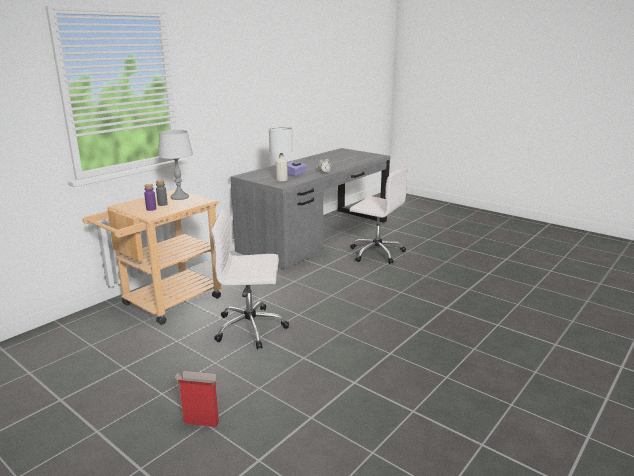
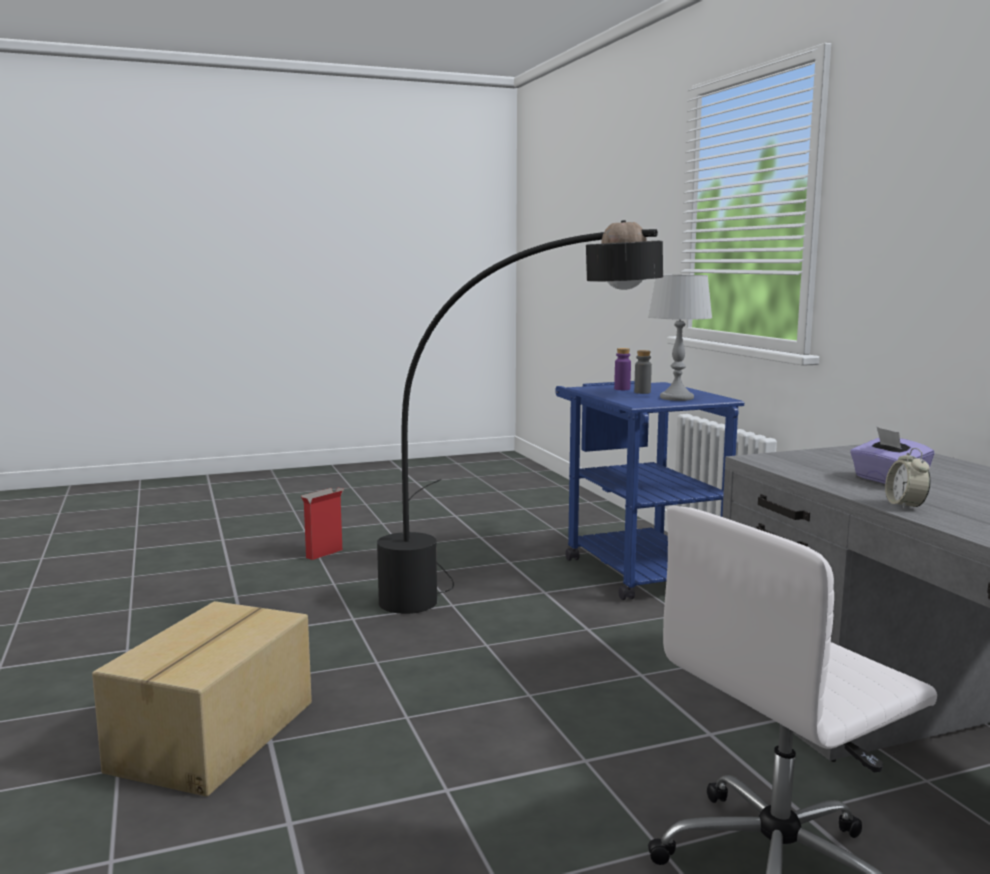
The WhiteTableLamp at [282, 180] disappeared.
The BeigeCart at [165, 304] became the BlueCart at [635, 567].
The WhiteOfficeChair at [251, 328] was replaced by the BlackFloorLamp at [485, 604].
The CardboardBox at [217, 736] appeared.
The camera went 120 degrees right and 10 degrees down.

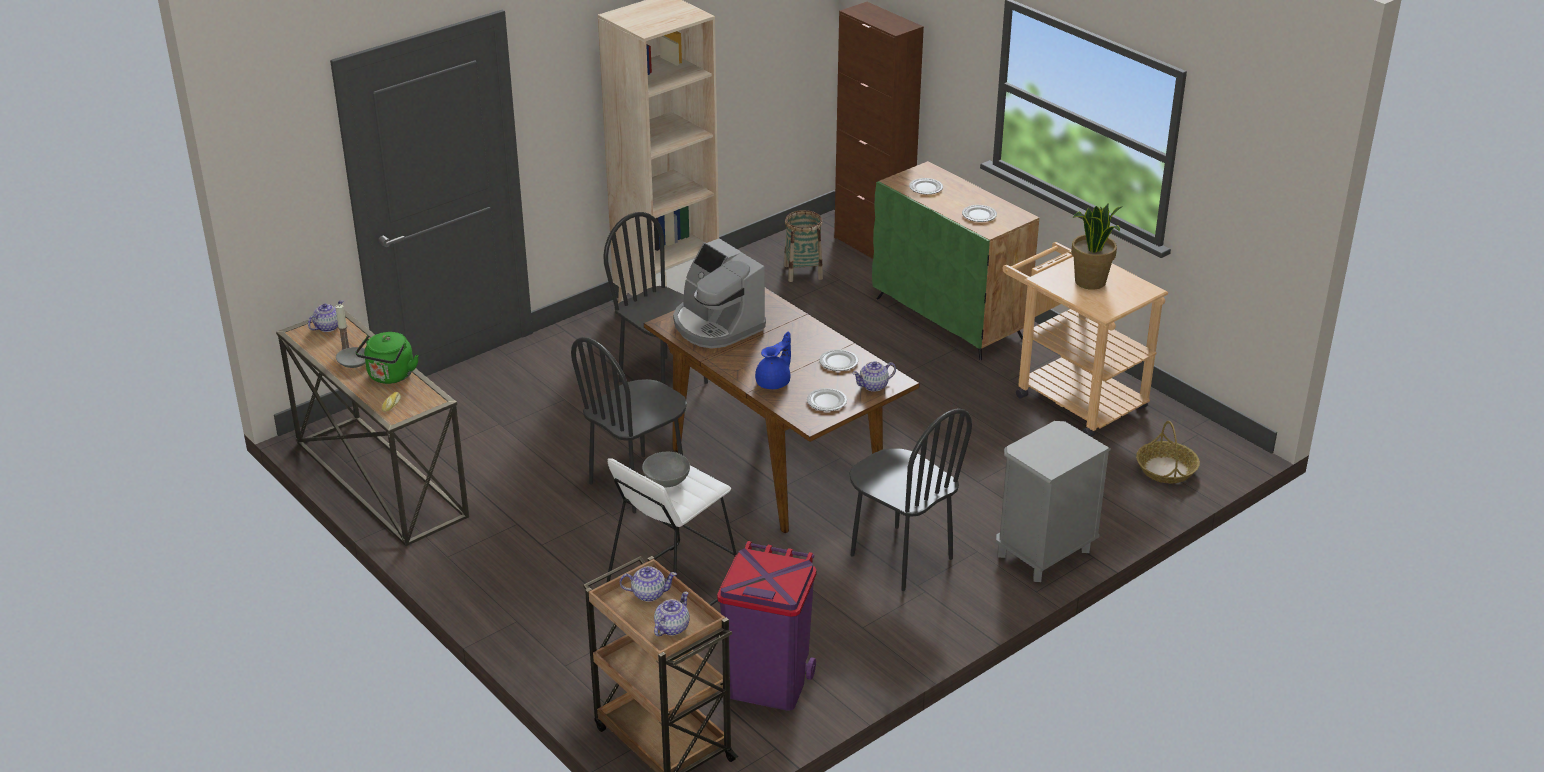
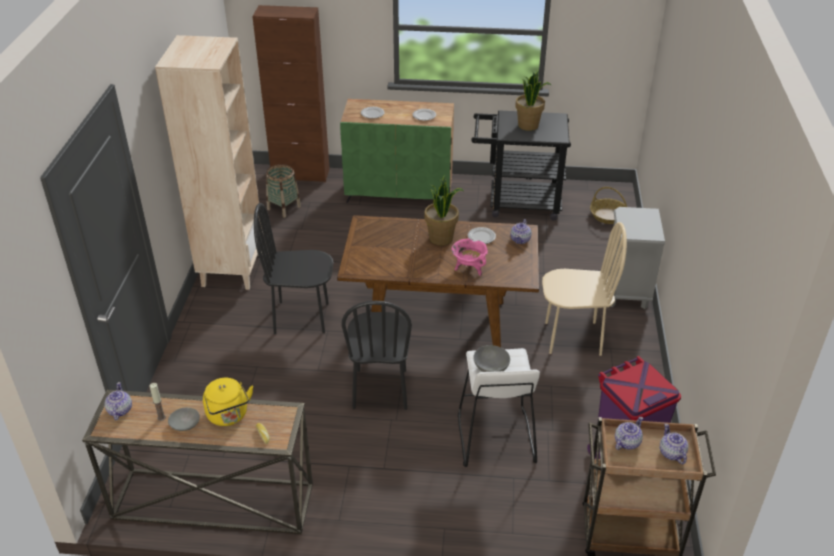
The CoffeeMachine at [716, 325] disappeared.
The BeigeCart at [1072, 397] became the BlackCart at [516, 203].
The GreenKettle at [390, 376] became the YellowKettle at [229, 416].
The BlueTeapot at [774, 382] was replaced by the PinkCookingPot at [469, 268].
The Plate at [827, 401] disappeared.
The BlackChair at [900, 557] became the BeigeChair at [573, 338].
The PottedPlant at [441, 238] appeared.
The camera went 45 degrees left and 5 degrees up.

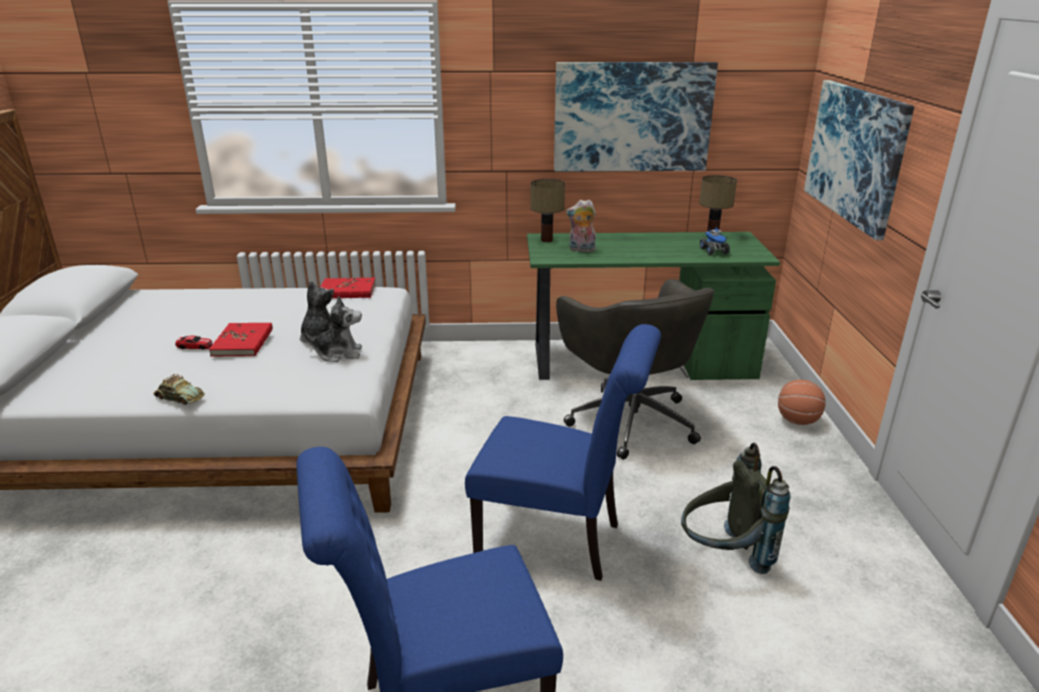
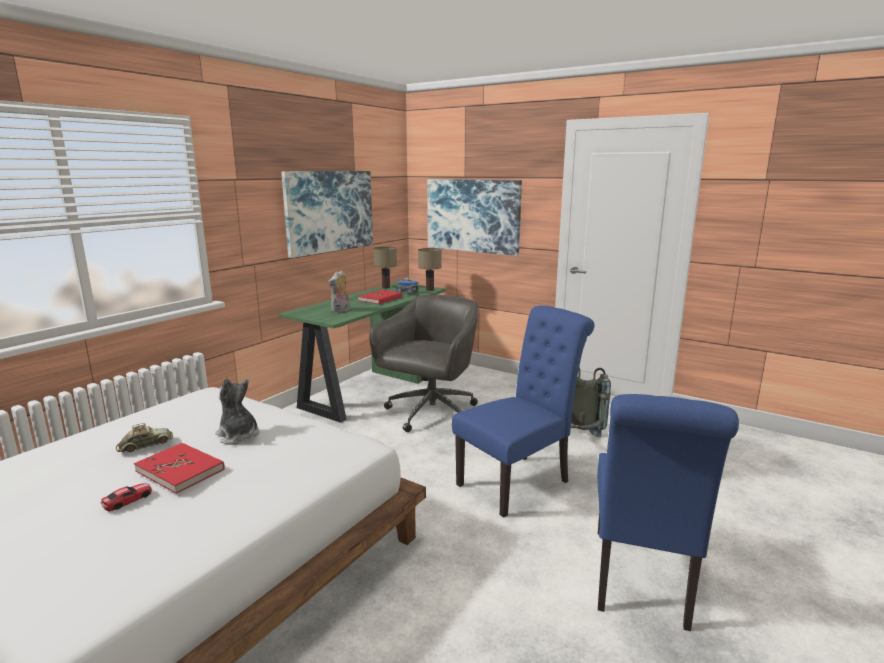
The TableLamp moved from [546, 240] to [429, 289].
The RedBook moved from [347, 291] to [380, 299].
The GreyOfficeChair at [630, 419] turned 75 degrees counterclockwise.
The PlushToy at [338, 353] disappeared.
The ToyCar moved from [179, 397] to [145, 445].
The Basketball at [798, 421] disappeared.
The camera went 55 degrees left and 10 degrees down.

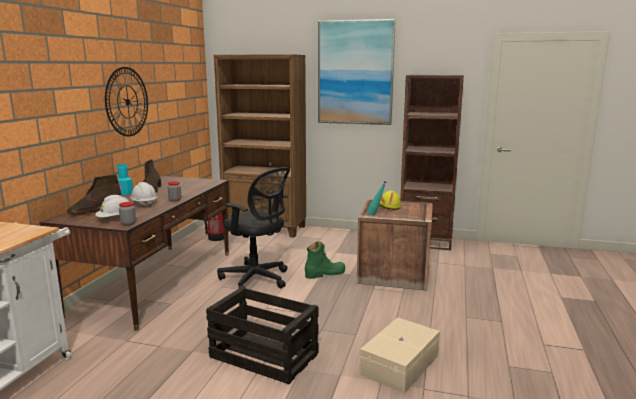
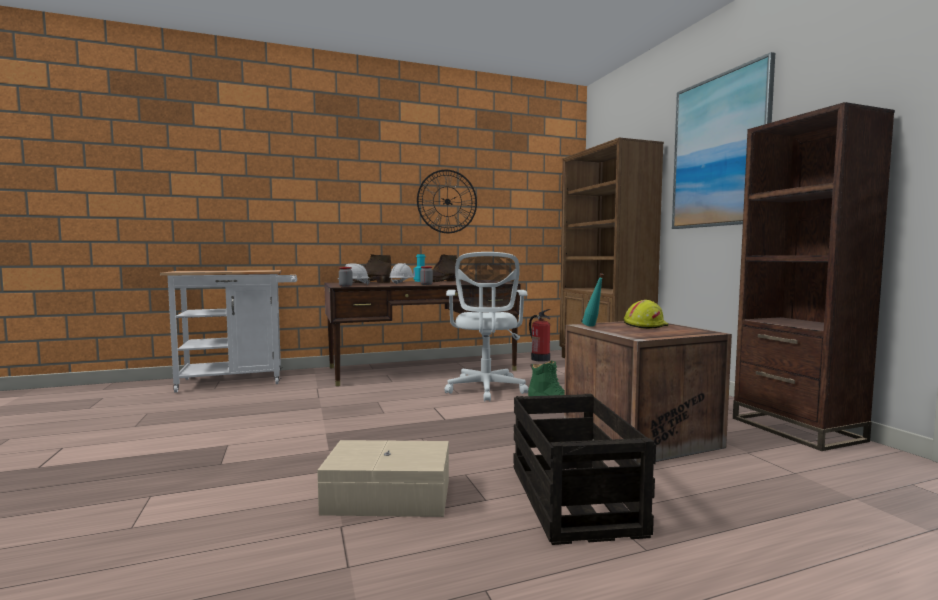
The BlackOfficeChair at [257, 279] became the WhiteOfficeChair at [486, 390].
The Crate moved from [263, 355] to [572, 498].
The camera went 55 degrees right and 10 degrees down.

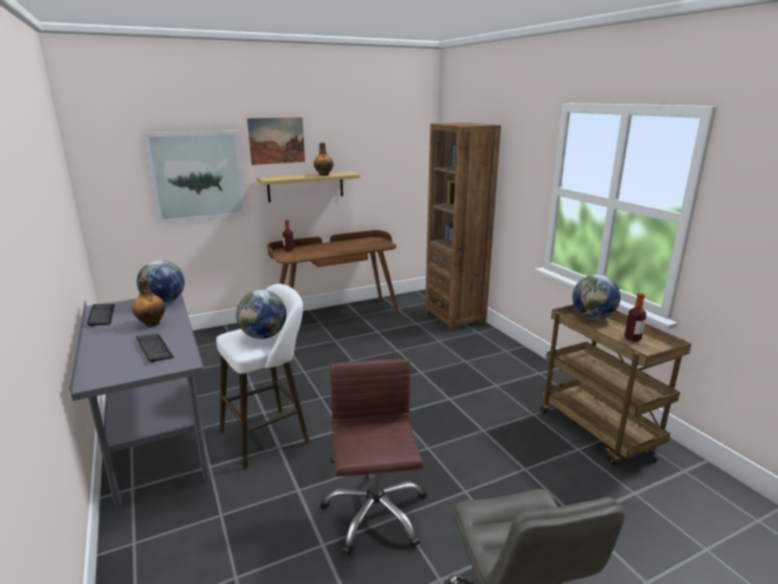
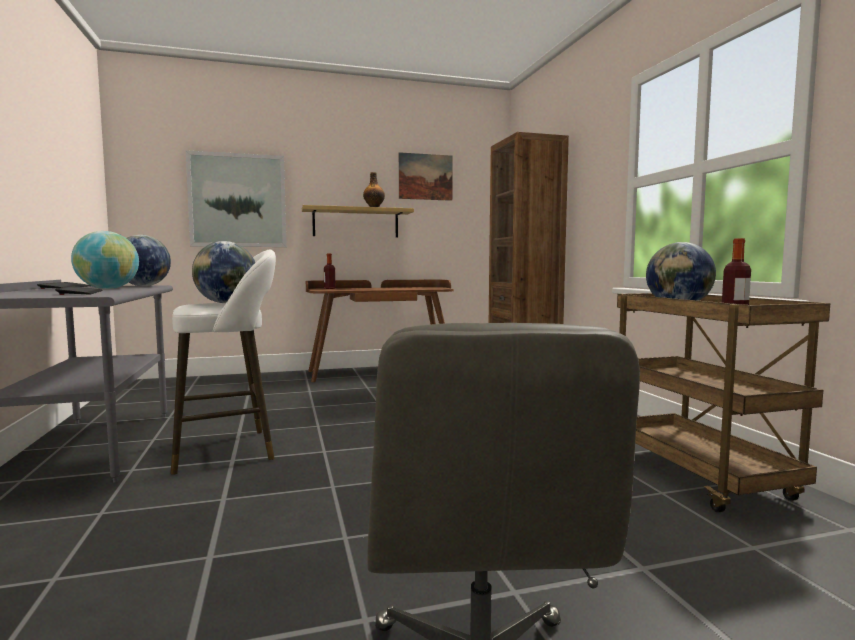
The Picture moved from [276, 140] to [425, 177].
The Bottle at [152, 323] was replaced by the Globe at [107, 289].
The BrownOfficeChair at [375, 513] disappeared.
The camera went 10 degrees right and 15 degrees down.

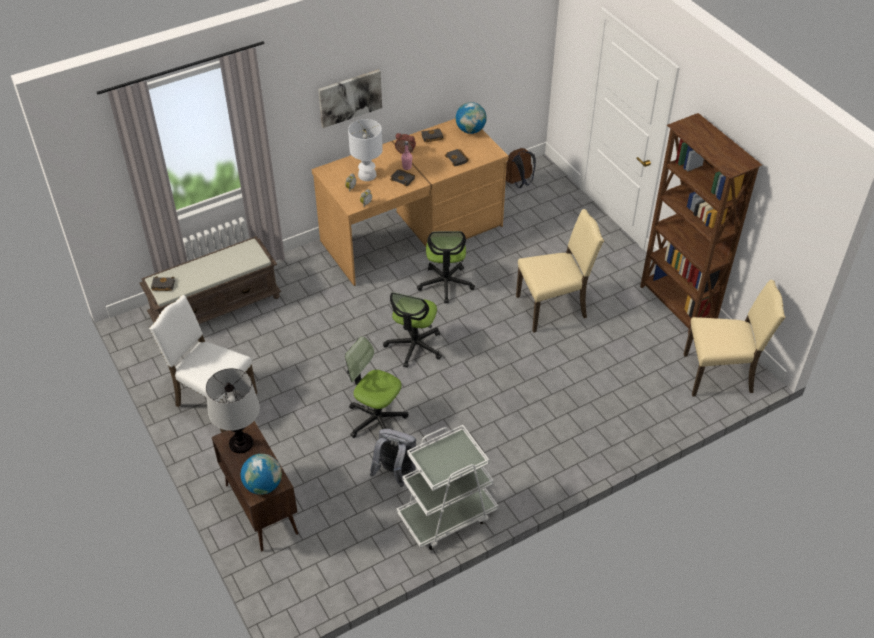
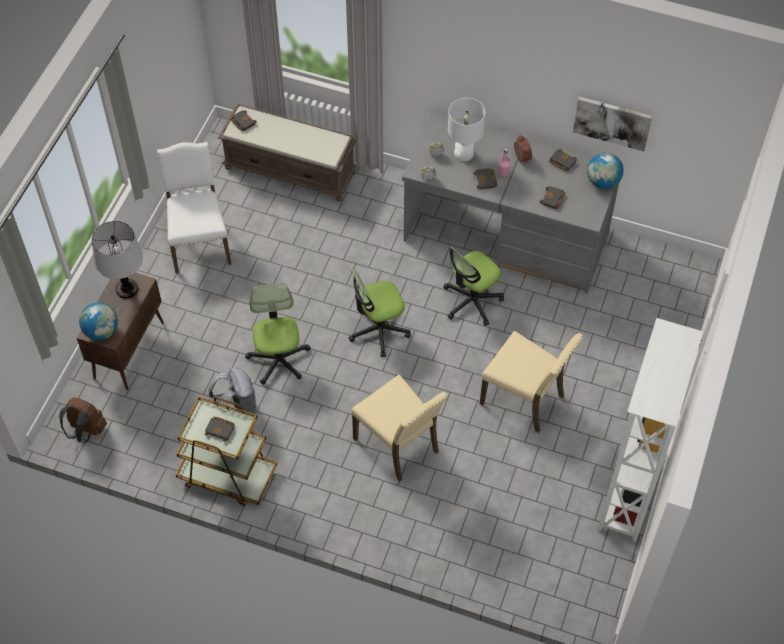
The Picture moved from [350, 97] to [612, 122].
The BrownBookcase at [677, 306] became the WhiteBookcase at [627, 495].
The BrownDesk at [412, 234] became the GreyDesk at [505, 236].
The BrownBackpack moved from [519, 183] to [86, 431].
The BeigeChair moved from [720, 374] to [399, 445].
The WhiteCart at [447, 516] became the BrownCart at [227, 475].
The BlackBook at [221, 429] appeared.
The camera went 50 degrees right and 10 degrees up.

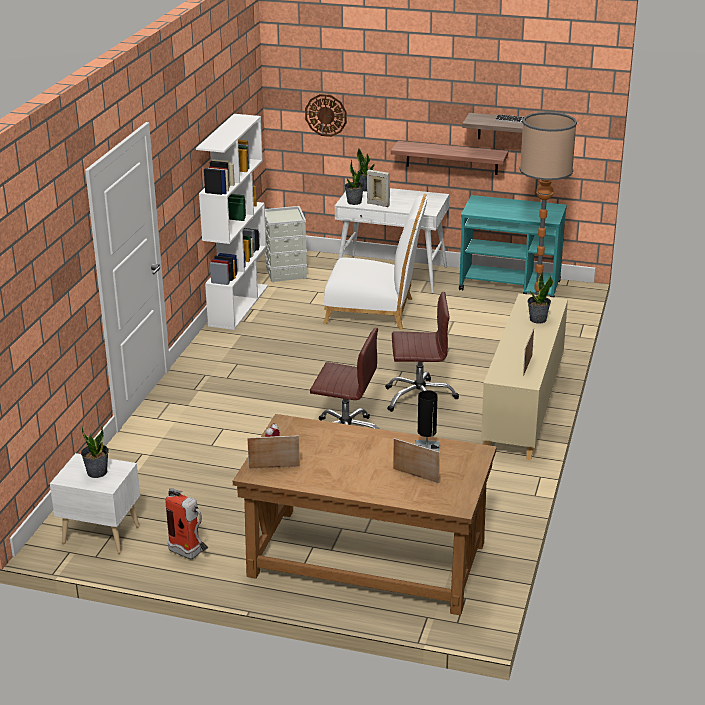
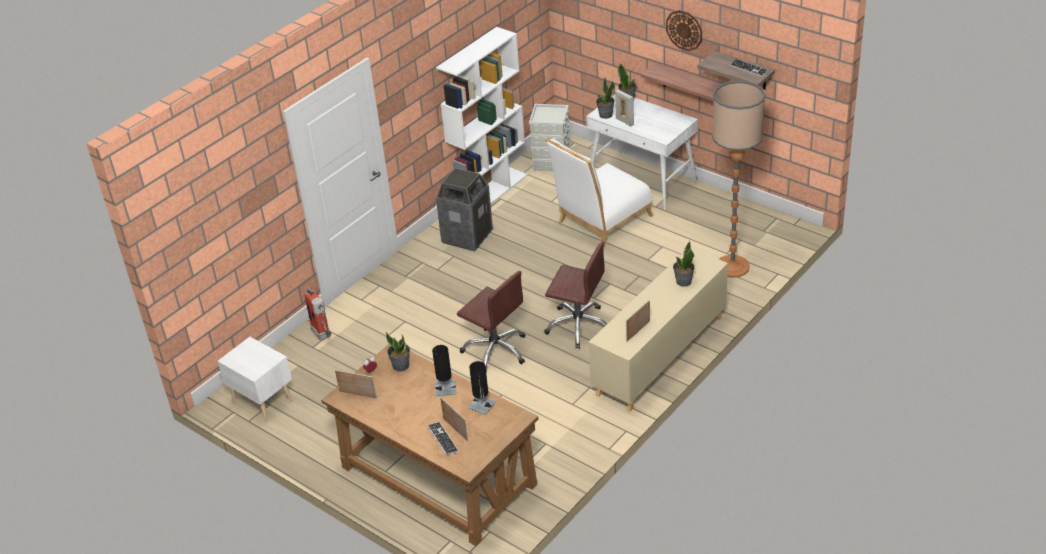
The WallClock moved from [326, 115] to [684, 30].
The WhiteChair at [375, 311] turned 105 degrees clockwise.
The TurquoiseCart at [510, 286] disappeared.
The PottedPlant moved from [97, 472] to [401, 365].
The FireExtinguisher moved from [190, 554] to [323, 336].
The TrashCan at [467, 236] appeared.
The BlackTableLamp at [445, 388] appeared.
The Keyboard at [443, 439] appeared.
The camera went 25 degrees right and 10 degrees up.

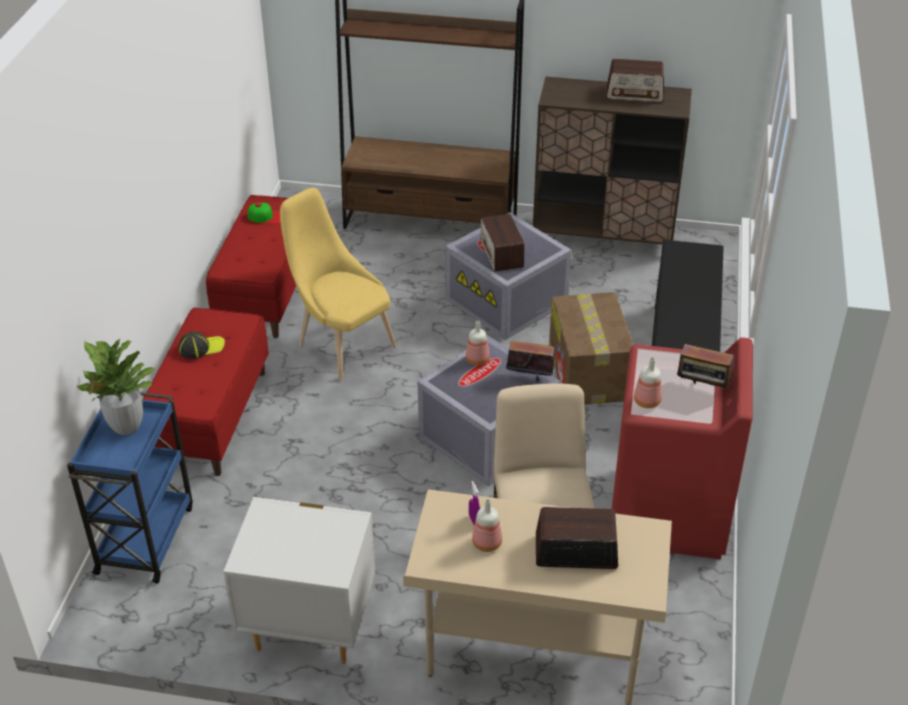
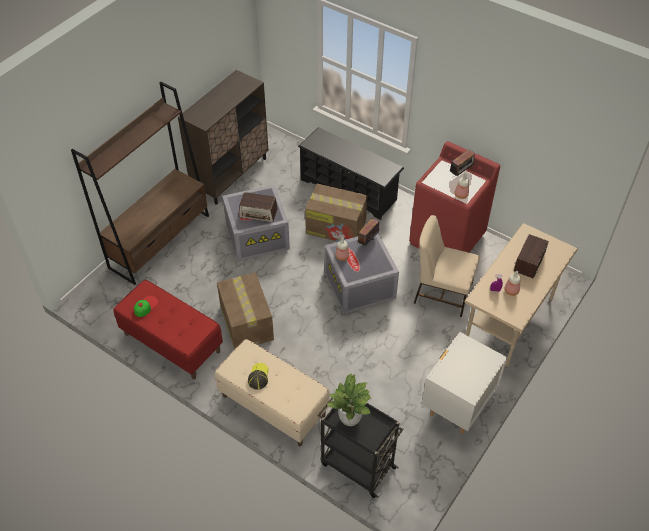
The Radio at [635, 93] disappeared.
The YellowChair at [341, 344] was replaced by the CardboardBox at [246, 322].
The RedBench at [211, 417] became the BeigeBench at [273, 405].
The BlueCart at [146, 537] became the BlackCart at [357, 465].
The camera went 65 degrees left and 10 degrees up.

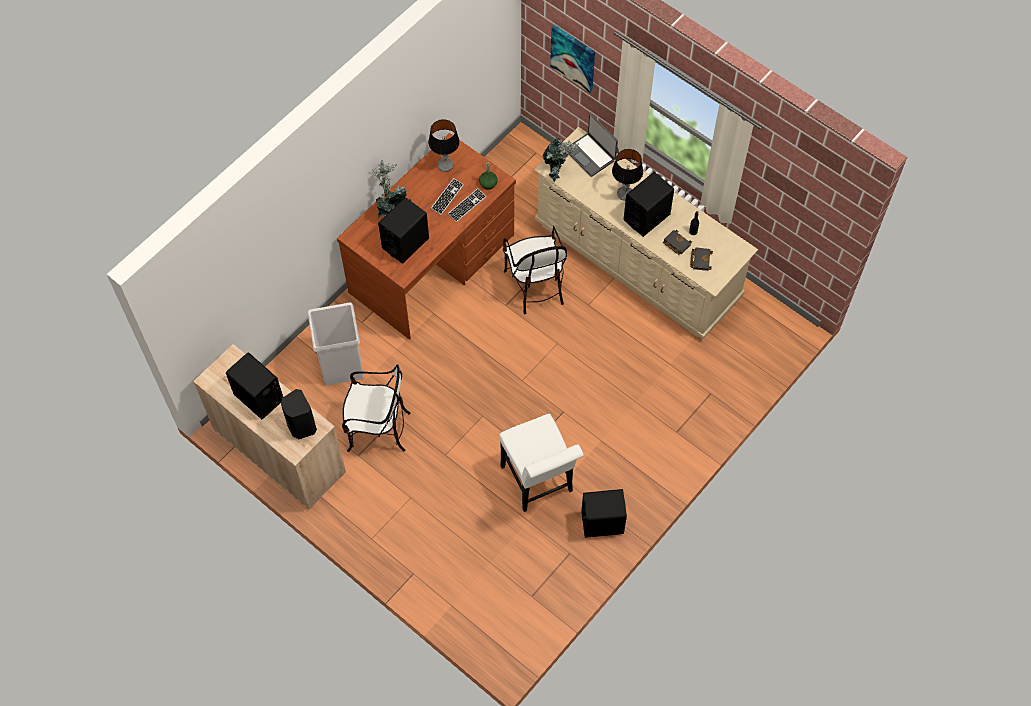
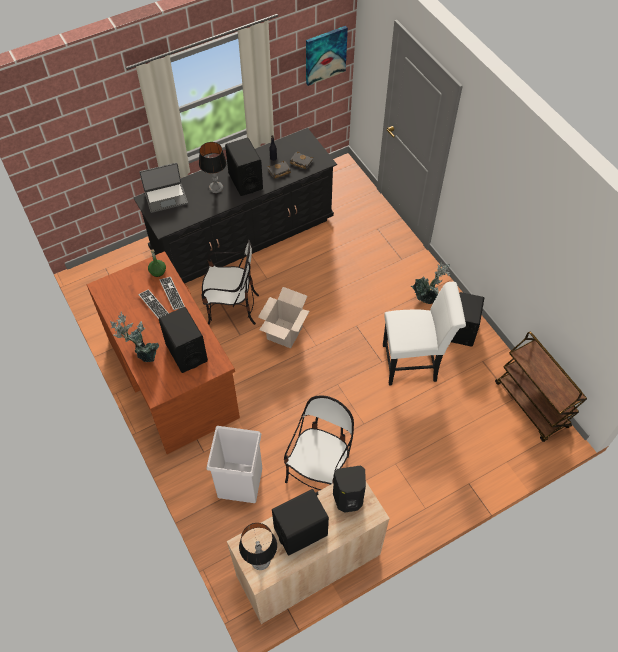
The Picture moved from [573, 58] to [325, 55].
The TableLamp moved from [445, 165] to [260, 560].
The BeigeDresser at [637, 260] became the BlackDresser at [242, 235].
The PottedPlant moved from [557, 170] to [428, 298].
The CardboardBox at [284, 333] appeared.
The BrownCart at [532, 405] appeared.
The camera went 70 degrees left and 5 degrees down.

